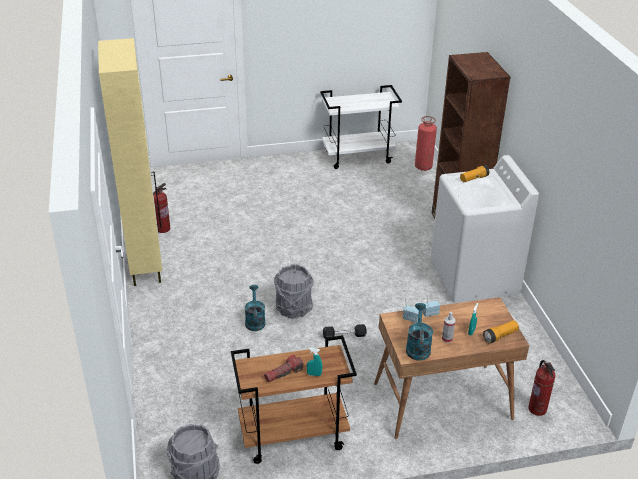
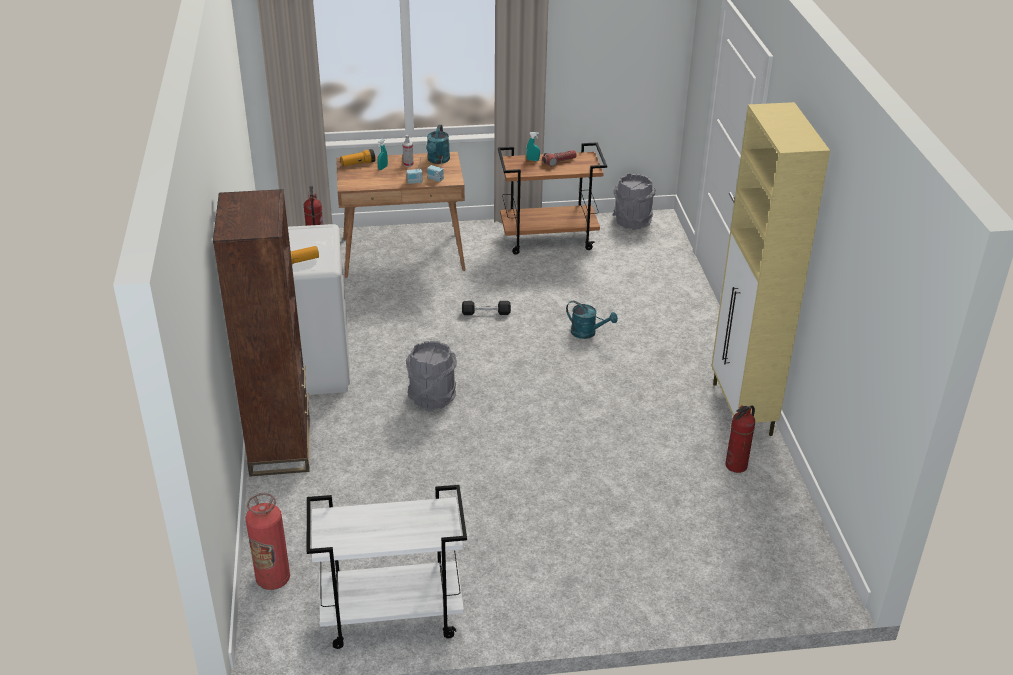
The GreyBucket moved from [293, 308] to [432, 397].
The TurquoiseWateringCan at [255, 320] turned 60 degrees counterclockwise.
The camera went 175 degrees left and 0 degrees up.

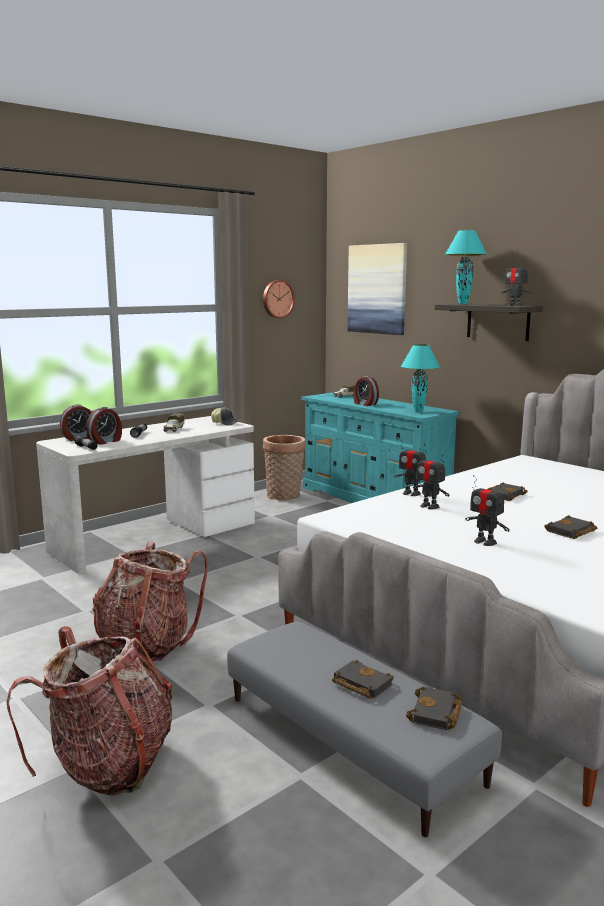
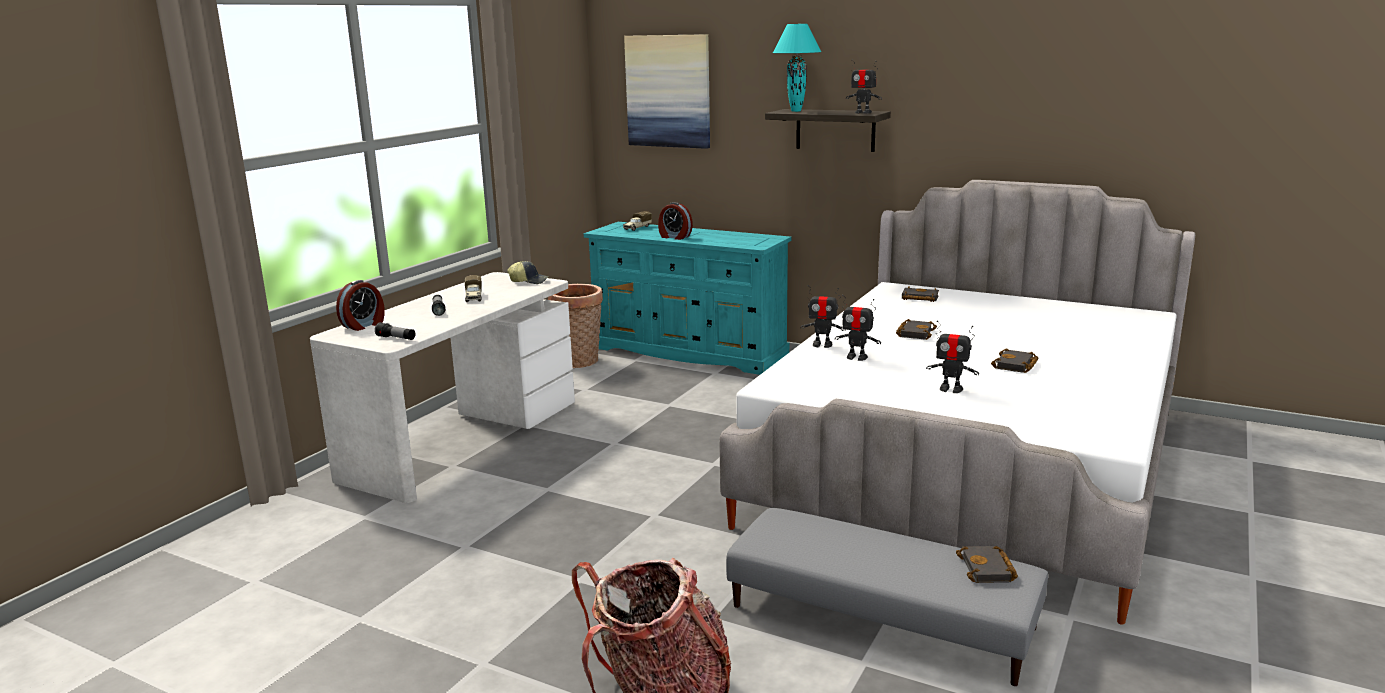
The WallClock at [277, 299] disappeared.
The TurquoiseTableLamp at [419, 411] disappeared.
The AlarmClock at [106, 441] disappeared.
The Backpack at [147, 644] disappeared.
The BlackBook moved from [360, 684] to [918, 298].
The camera went 20 degrees left and 5 degrees up.

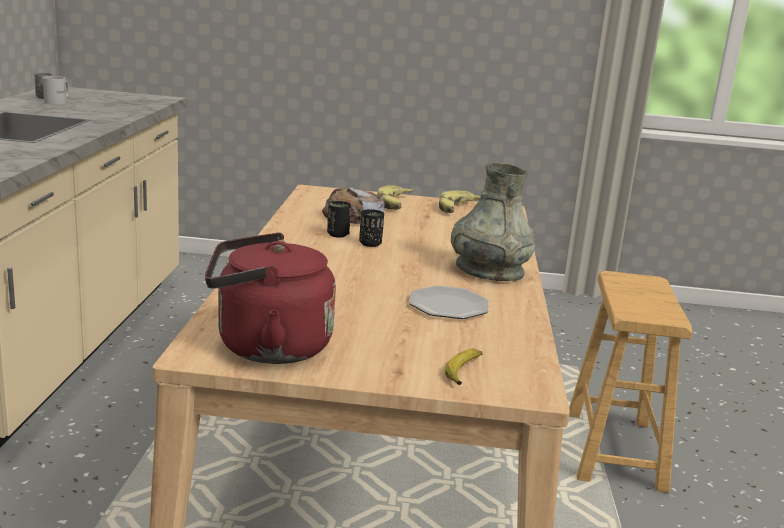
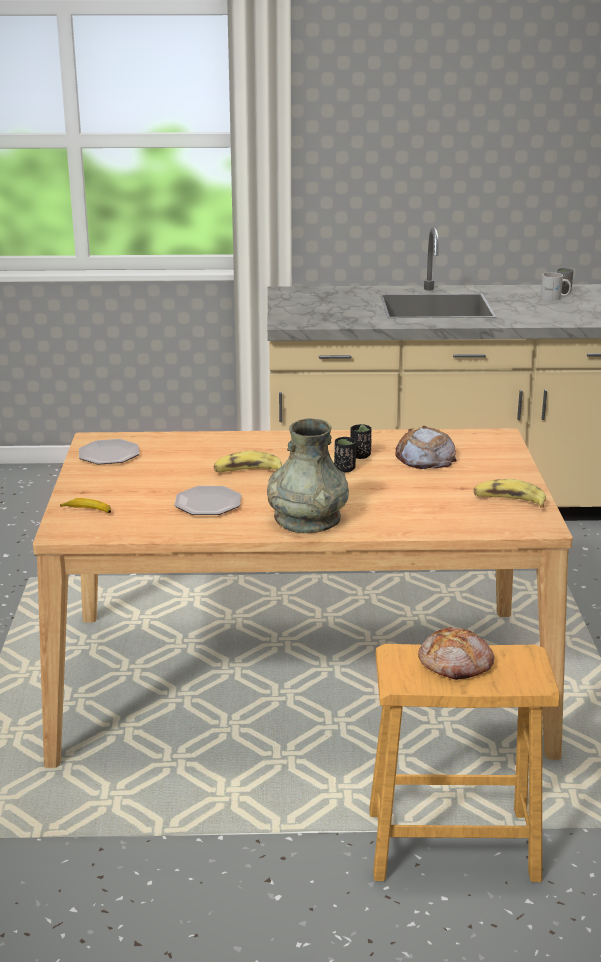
The Banana moved from [394, 204] to [248, 472].
The RedKettle at [266, 347] was replaced by the Plate at [109, 454].
The Bread at [456, 664] appeared.
The camera went 85 degrees right and 5 degrees up.

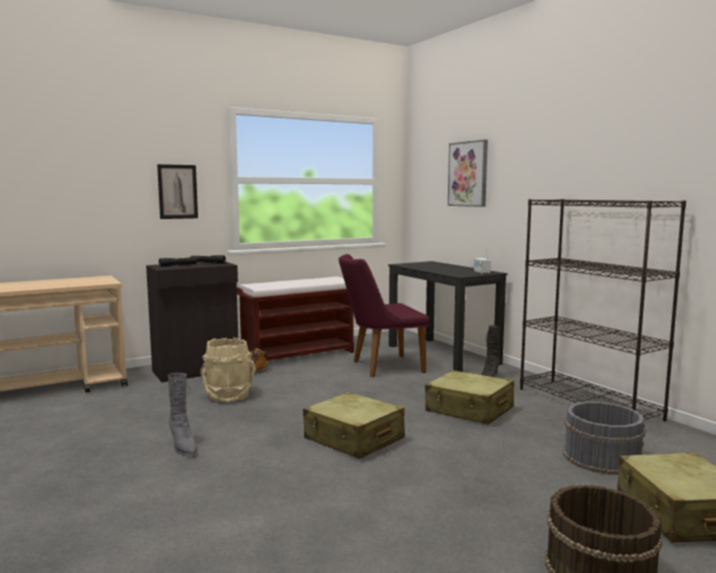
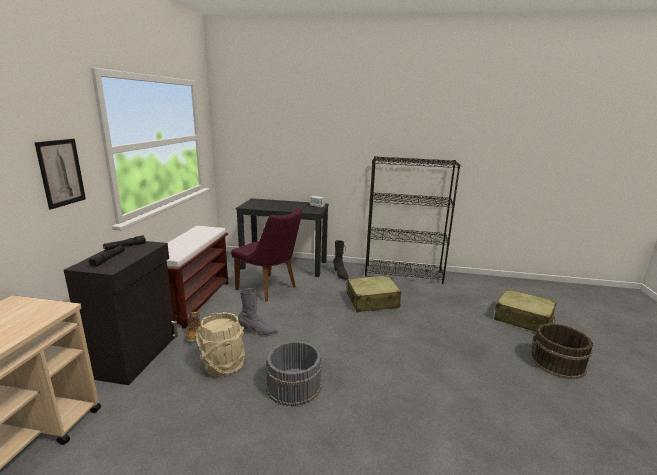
The Picture at [468, 174] disappeared.
The PurpleChair at [381, 367] turned 75 degrees counterclockwise.
The GreyBoot moved from [183, 446] to [258, 332].
The BeigeSuitcase at [354, 439] disappeared.
The GreyBucket moved from [601, 457] to [293, 385].
The camera went 50 degrees left and 10 degrees up.

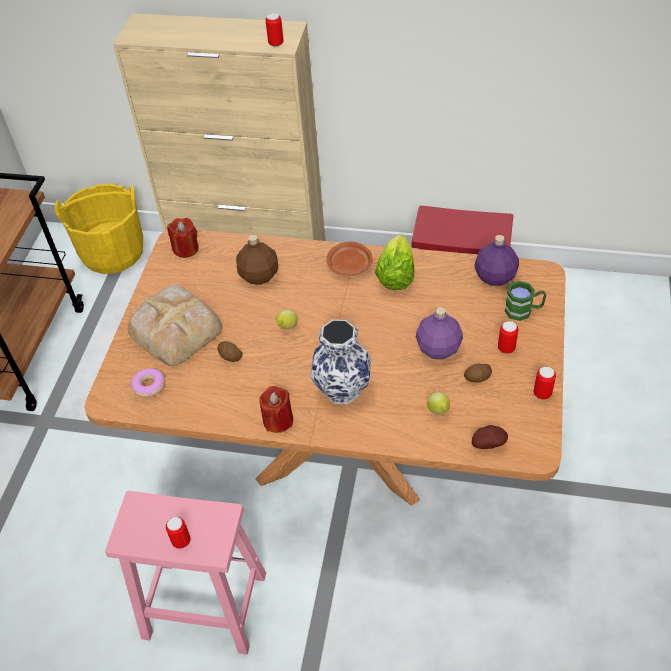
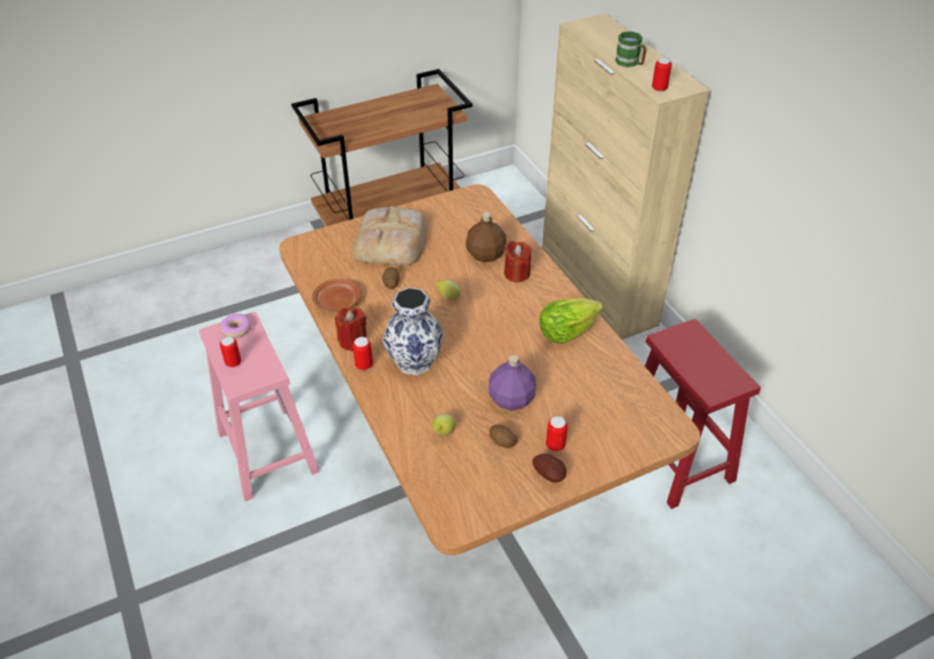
The YellowBucket at [113, 252] disappeared.
The RedCandle moved from [186, 249] to [517, 273].
The PurpleBottle at [495, 276] disappeared.
The BrownPlate moved from [349, 265] to [337, 302].
The GreenMug moved from [524, 310] to [630, 63].
The Can moved from [542, 393] to [364, 365].
The Donut moved from [149, 386] to [236, 329].
The Potato moved from [488, 443] to [550, 475].
The camera went 50 degrees right and 5 degrees down.

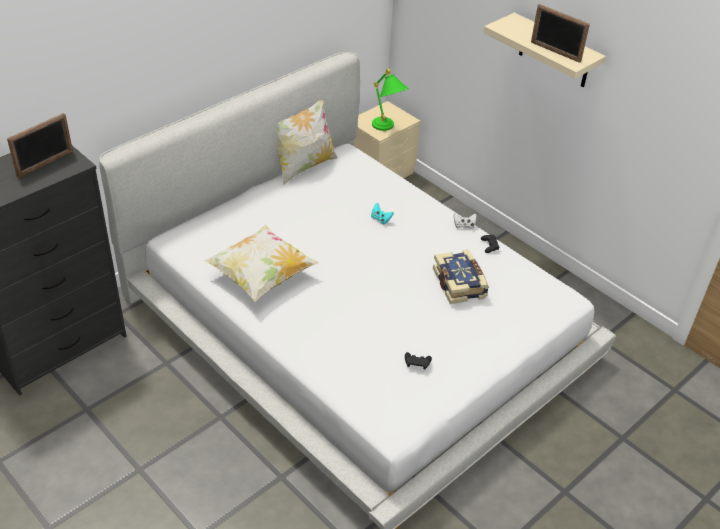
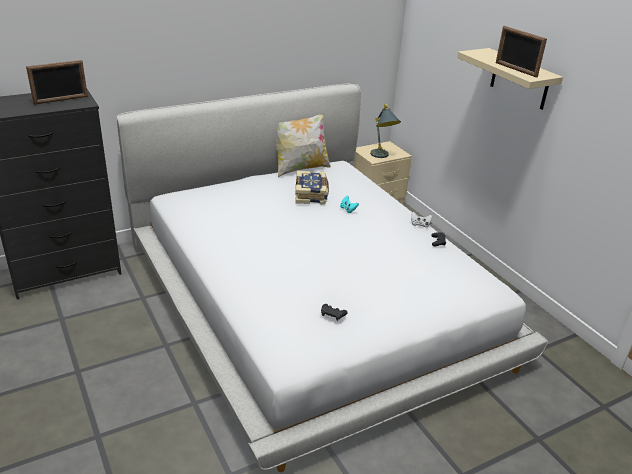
The GreenTableLamp at [387, 128] became the GreyTableLamp at [381, 157].
The Pillow at [261, 276] disappeared.
The Book moved from [460, 284] to [311, 194].
The camera went 15 degrees right and 10 degrees down.

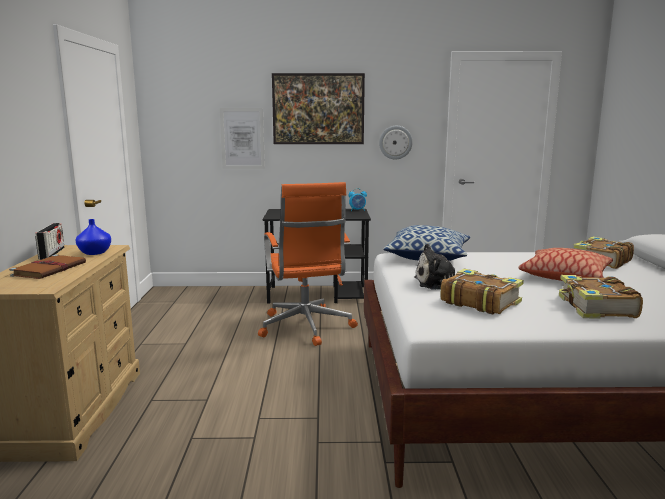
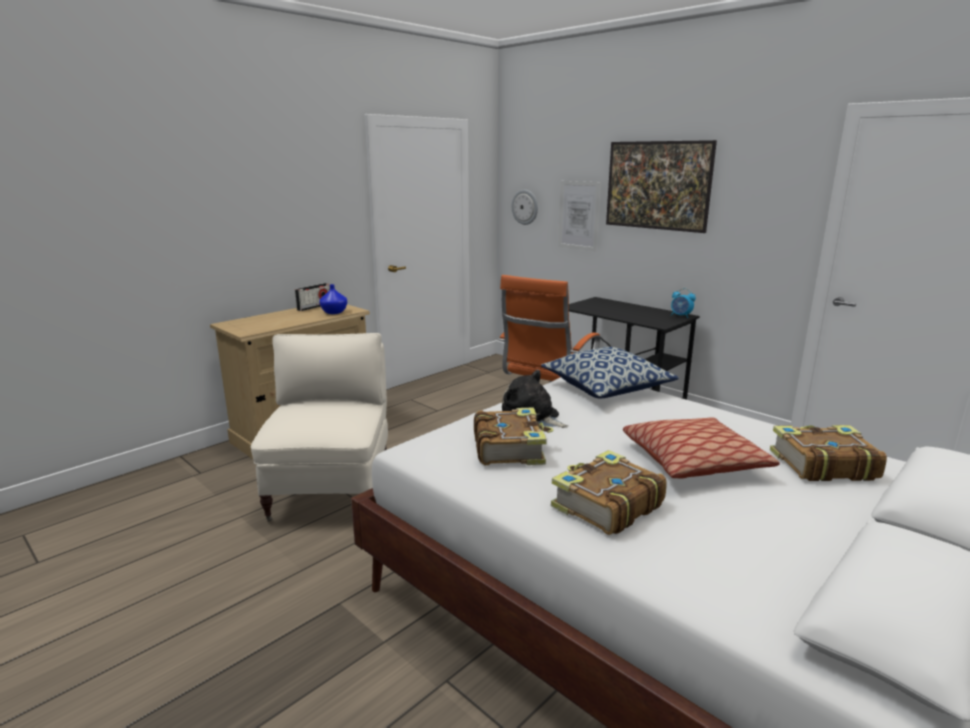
The WallClock moved from [395, 142] to [525, 207].
The BrownBook at [50, 269] disappeared.
The BeigeArmchair at [333, 489] appeared.
The camera went 45 degrees right and 5 degrees up.

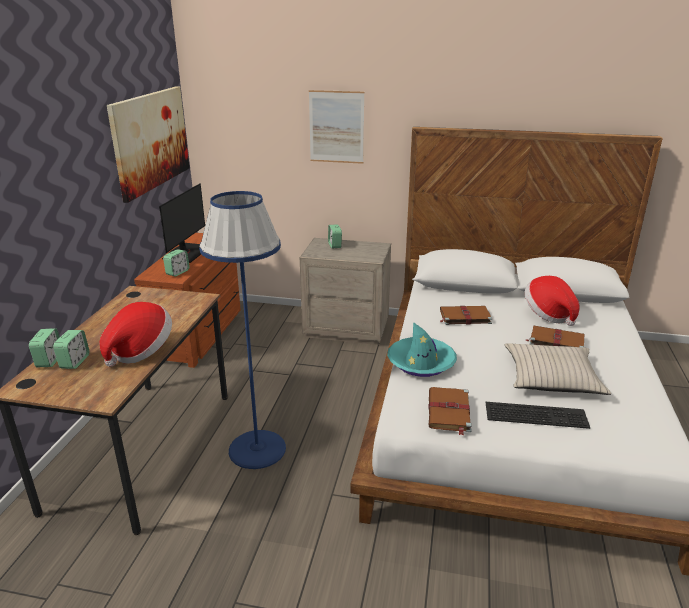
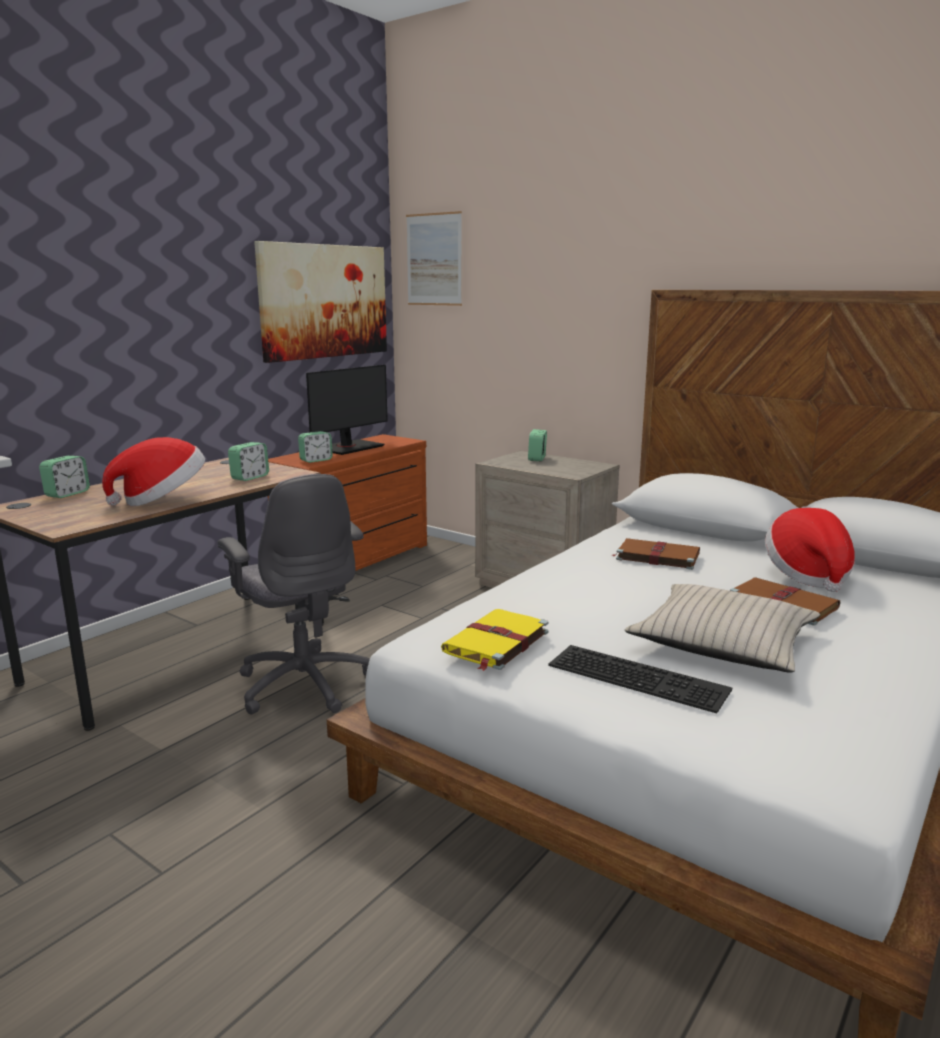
The Picture moved from [336, 127] to [434, 259].
The BlueFloorLamp at [257, 449] was replaced by the GreyOfficeChair at [303, 683].
The TurquoiseHat at [421, 363] disappeared.
The AlarmClock moved from [74, 362] to [250, 477].
The BrownBook at [449, 412] became the YellowBook at [495, 643].
The camera went 25 degrees right and 10 degrees down.

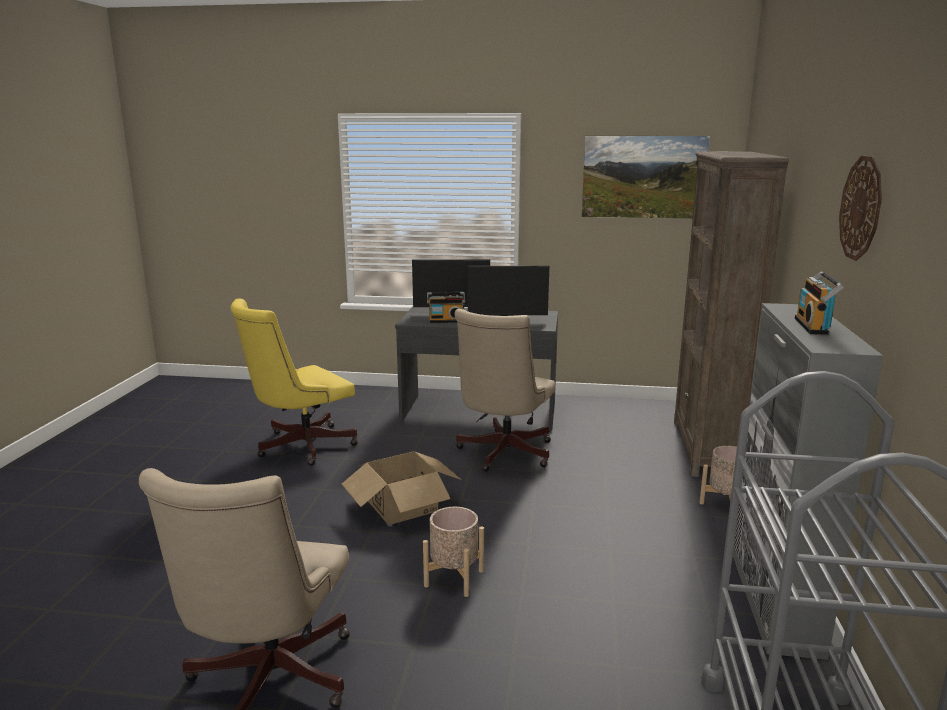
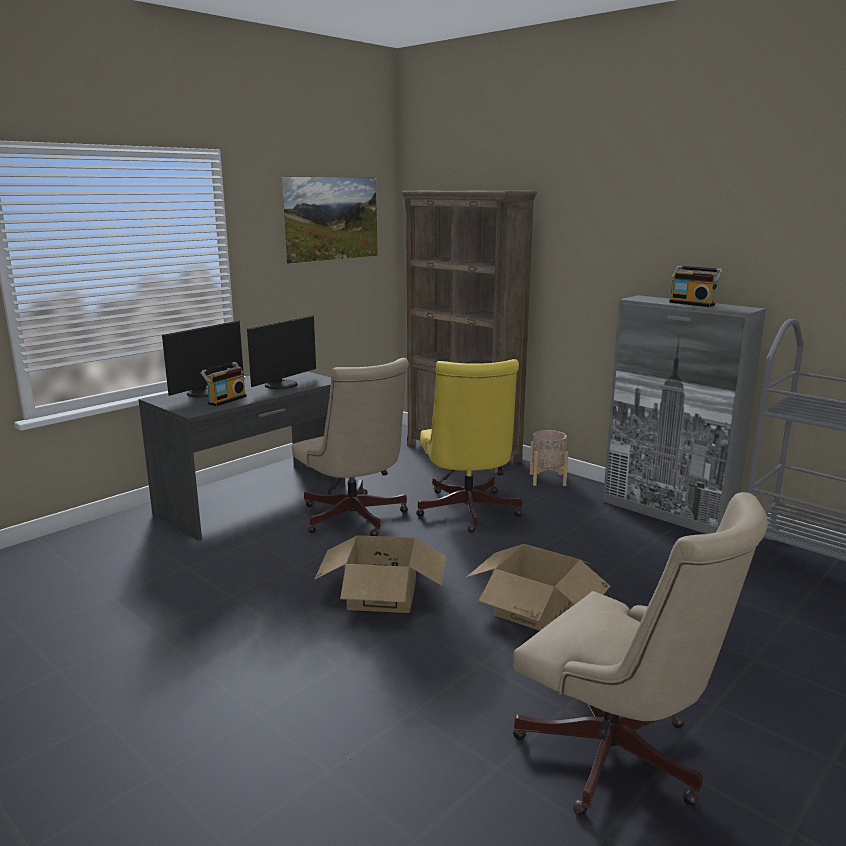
The WallClock at [861, 208] disappeared.
The YellowOfficeChair moved from [299, 446] to [467, 513].
The BeigePlanter at [454, 578] was replaced by the CardboardBox at [536, 610].
The camera went 55 degrees left and 0 degrees up.

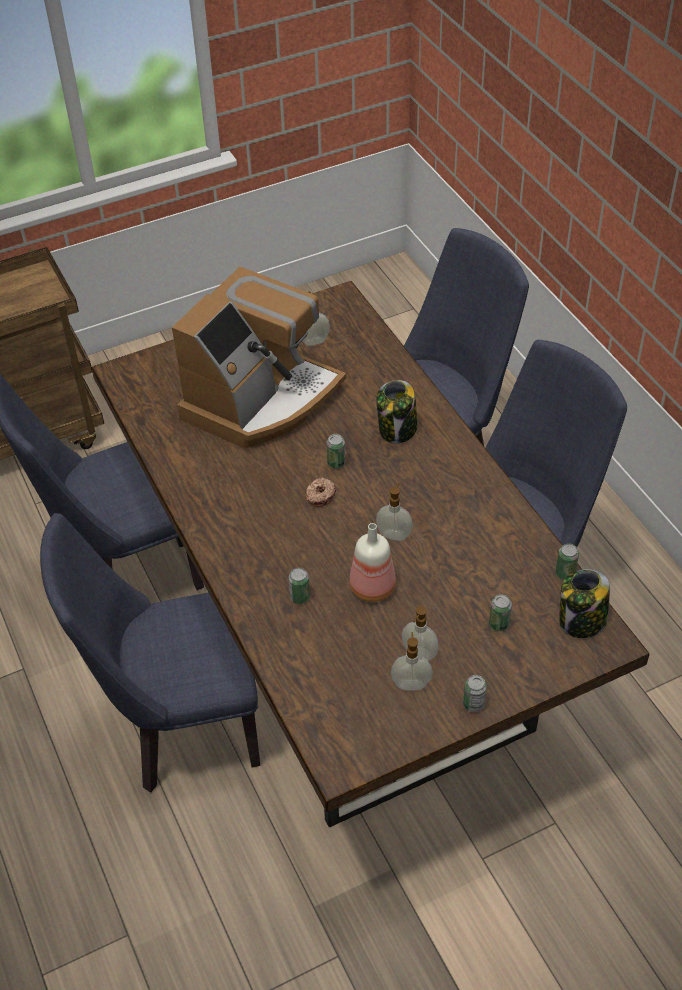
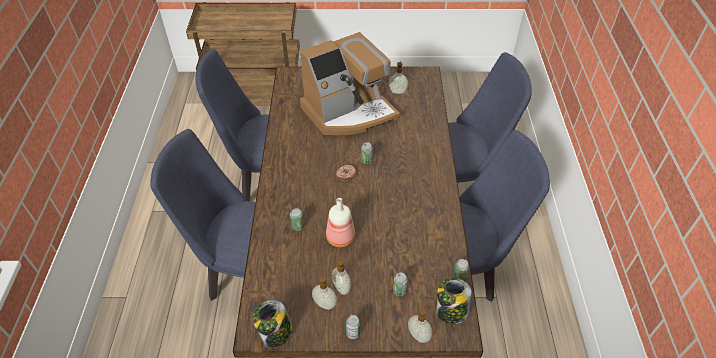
The Jar moved from [397, 429] to [275, 333].
The SoapDispenser moved from [394, 534] to [419, 335].
The camera went 25 degrees right and 0 degrees up.

